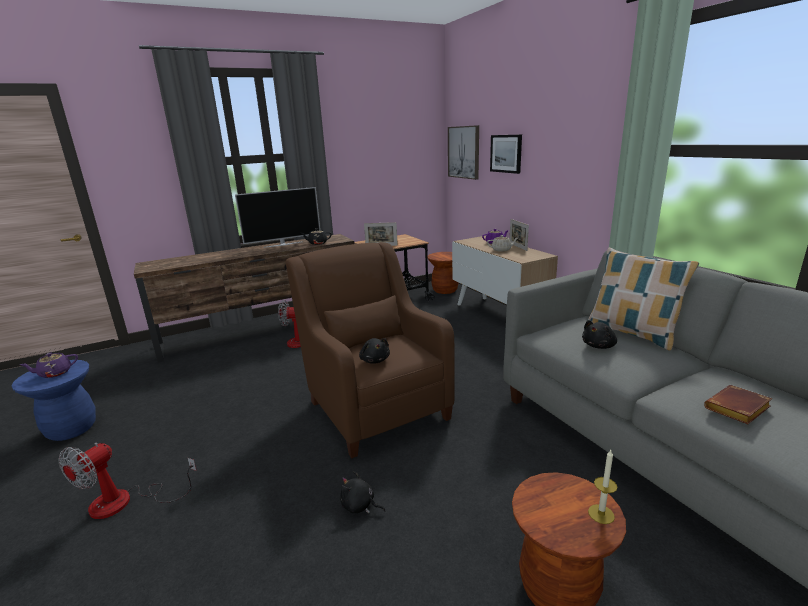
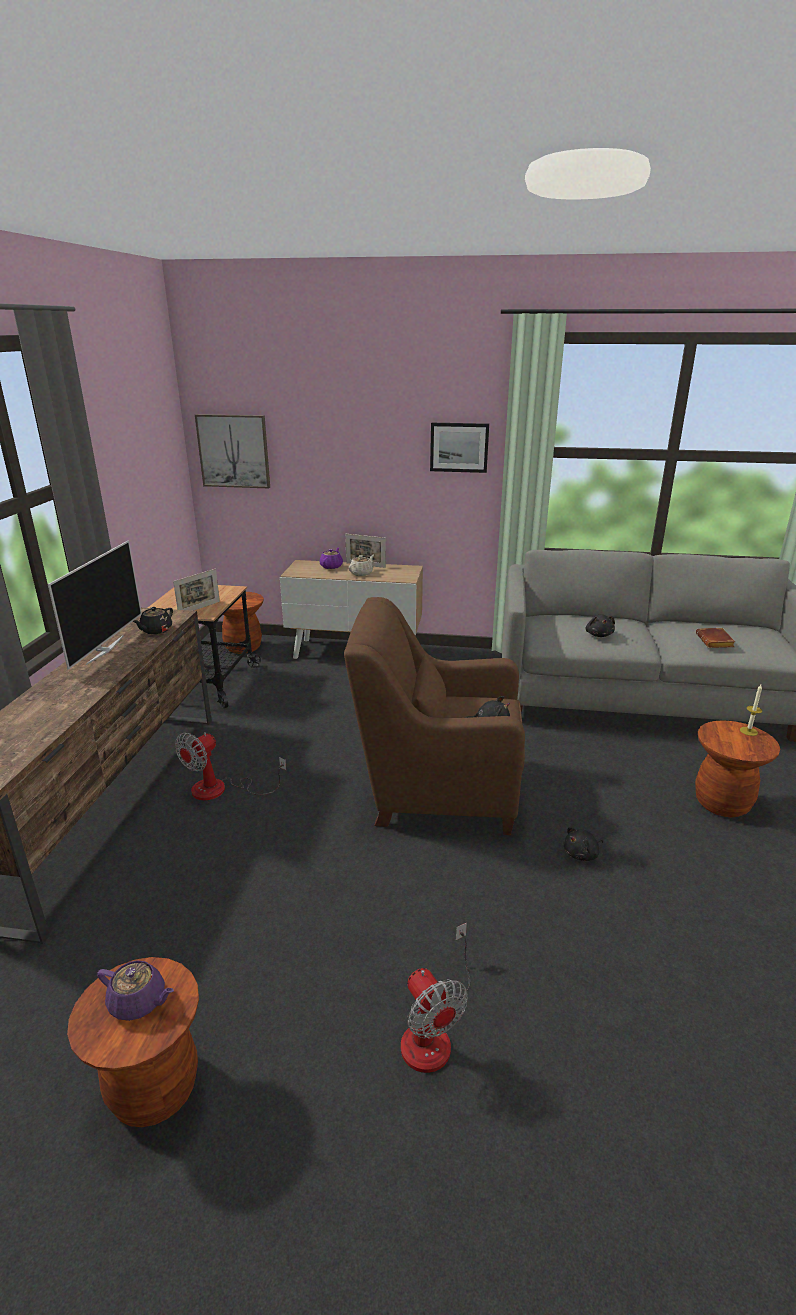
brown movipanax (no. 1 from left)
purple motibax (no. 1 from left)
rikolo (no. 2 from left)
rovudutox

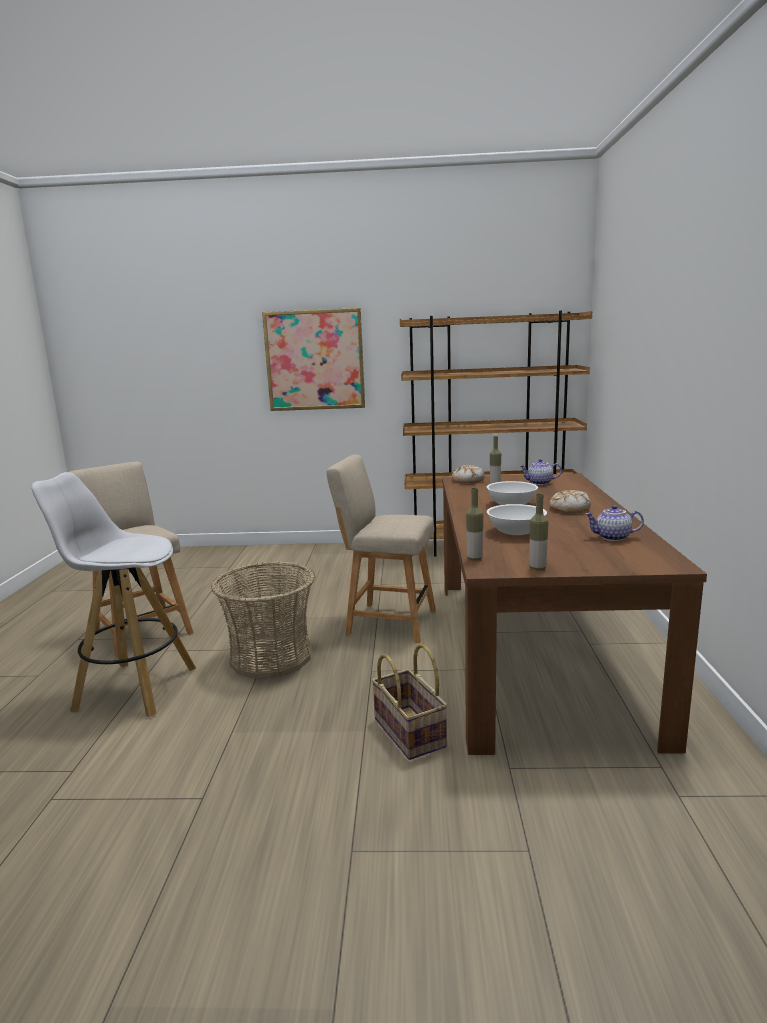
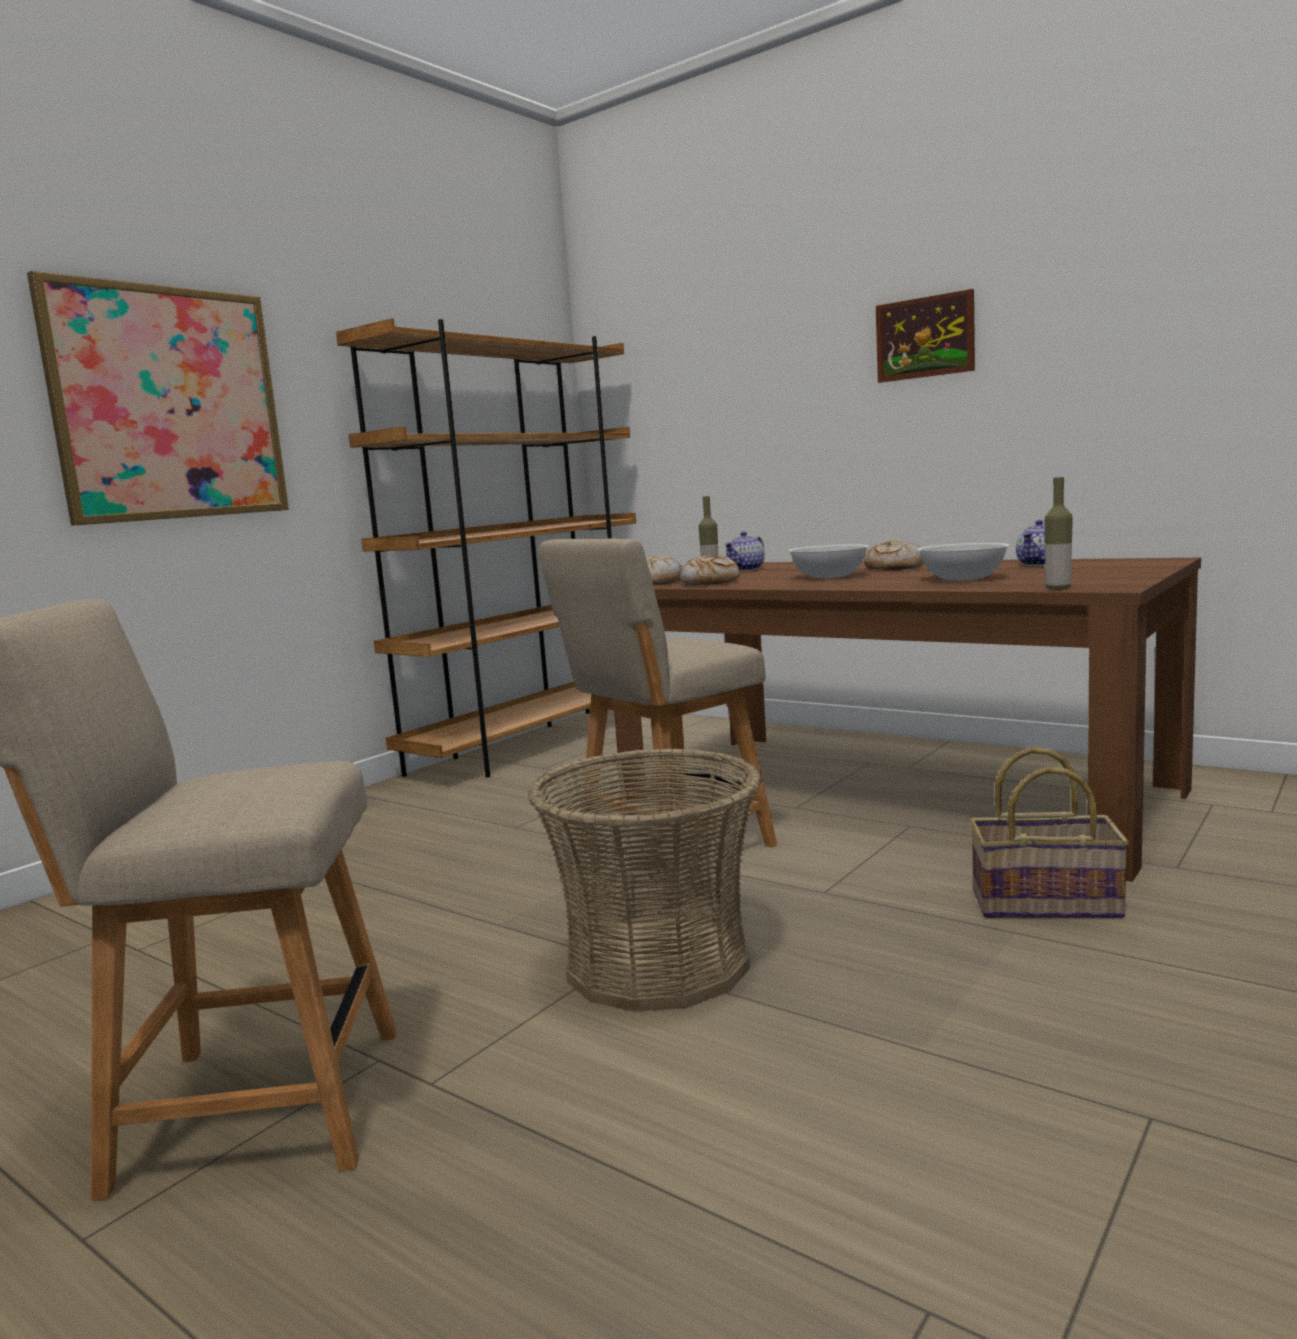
white movipanax
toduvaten (no. 3 from left in the first image)
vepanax (no. 2 from left)
rikolo (no. 2 from left)

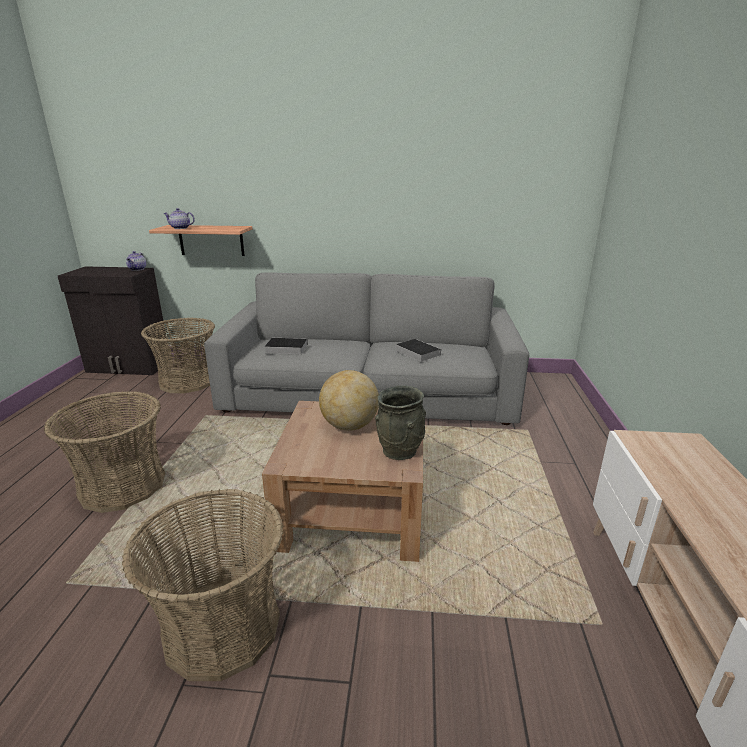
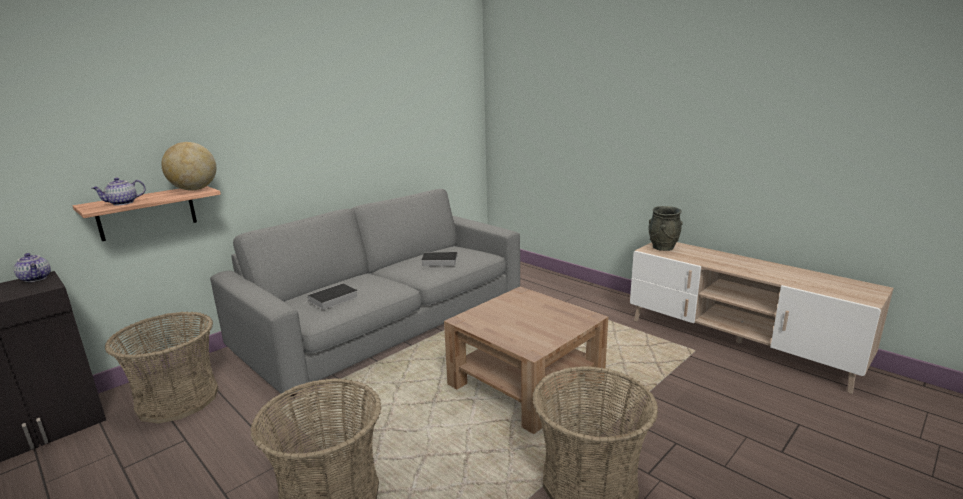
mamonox
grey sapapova

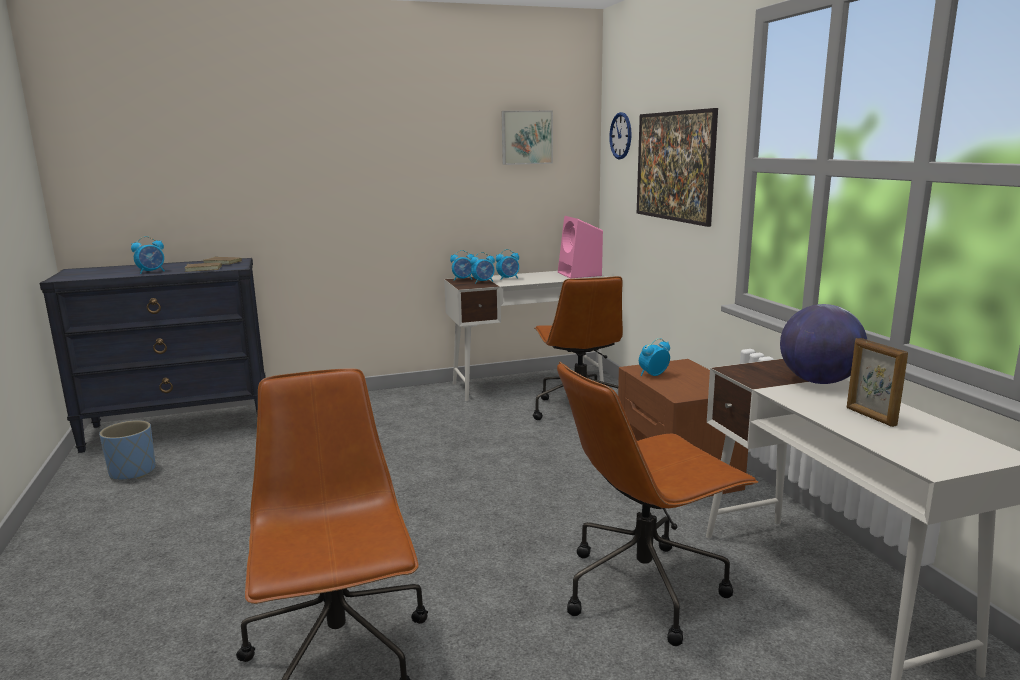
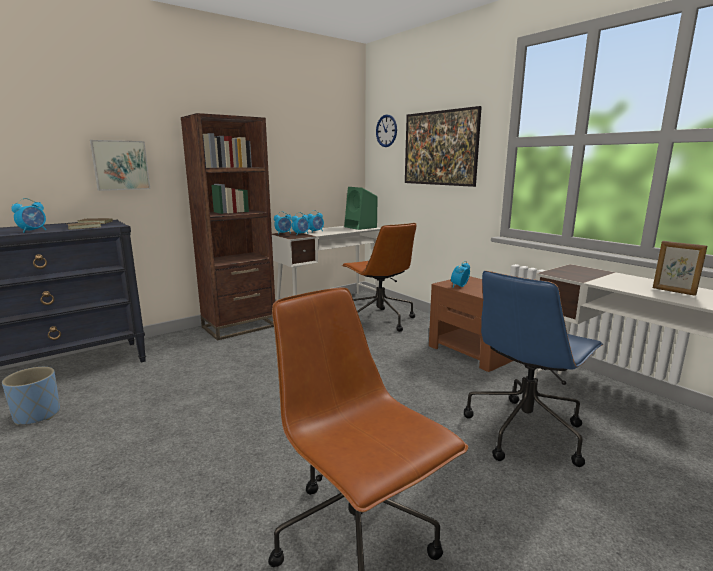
rikolo (no. 1 from left)
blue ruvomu
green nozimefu
mamonox
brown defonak

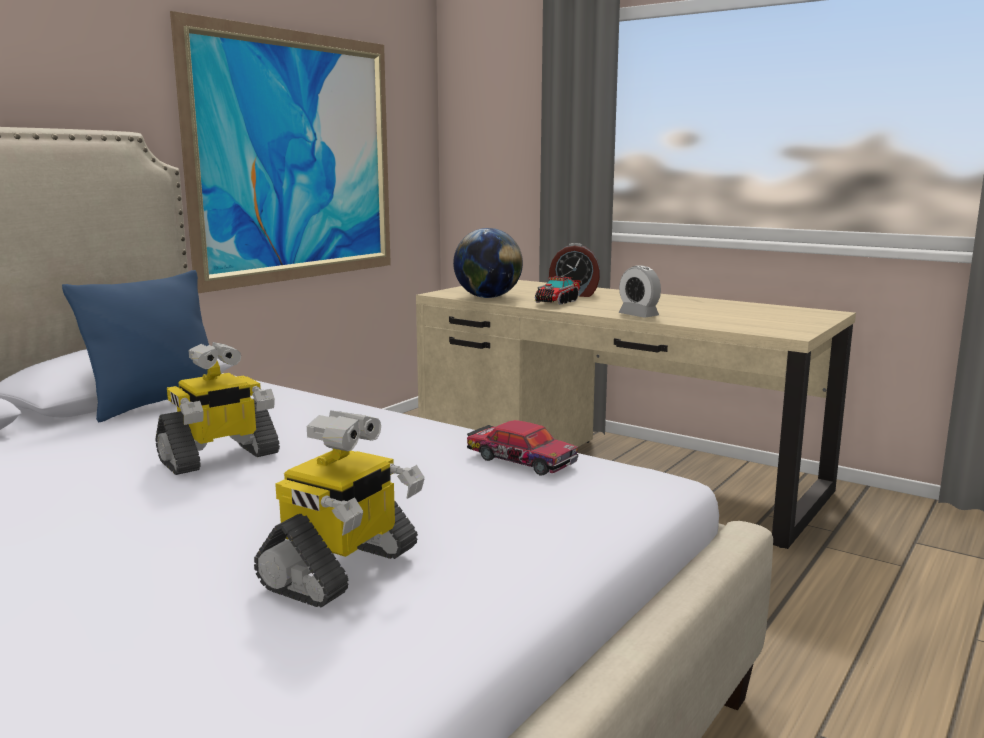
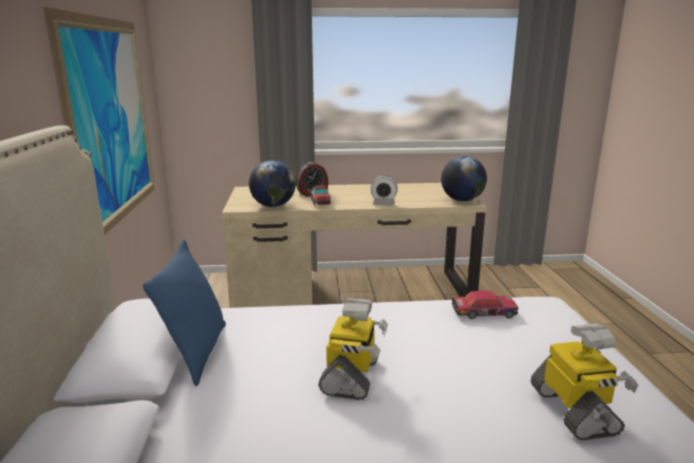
mamonox (no. 2 from left)

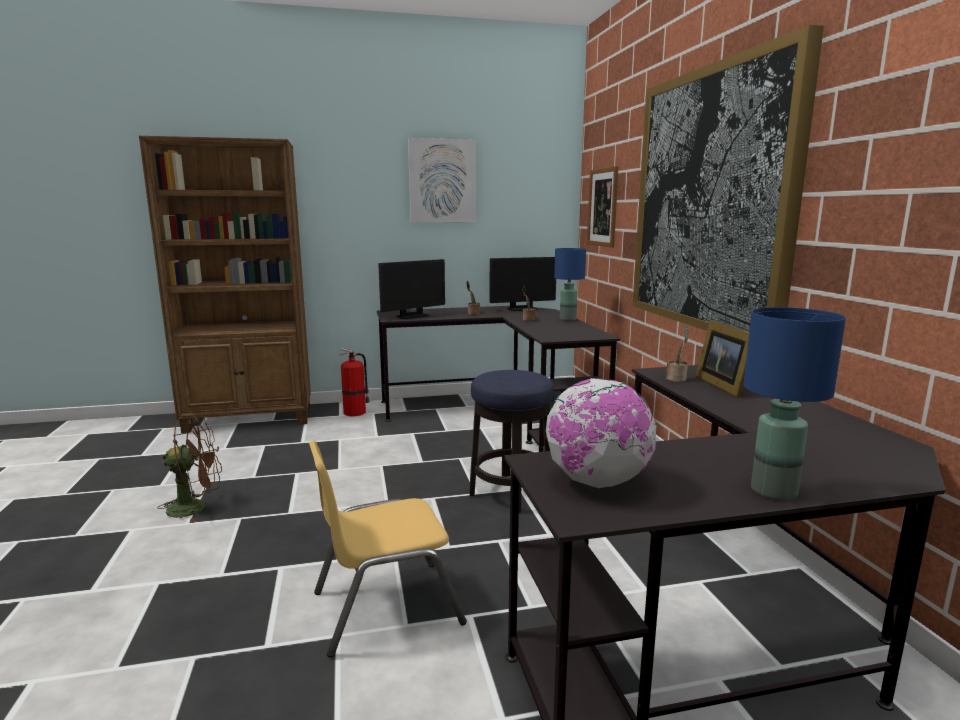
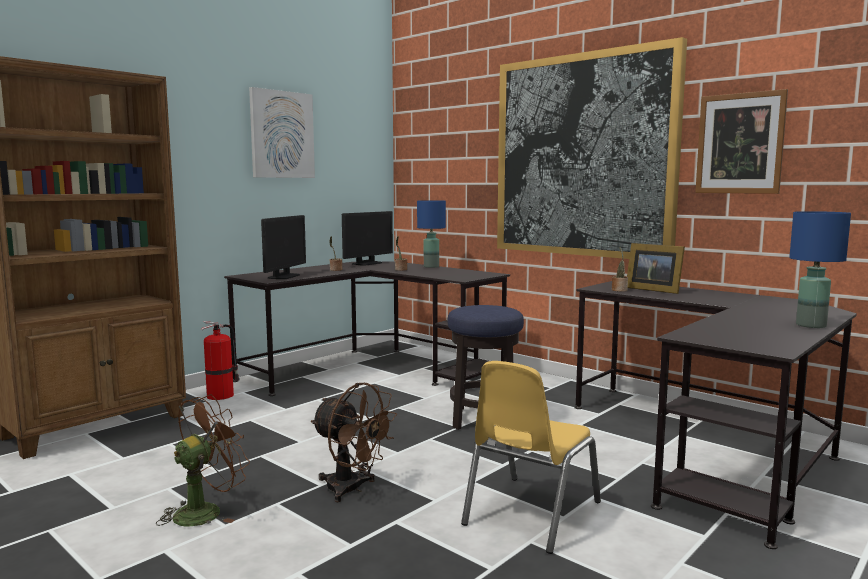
mamonox
rikolo (no. 3 from left)
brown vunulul (no. 2 from left)

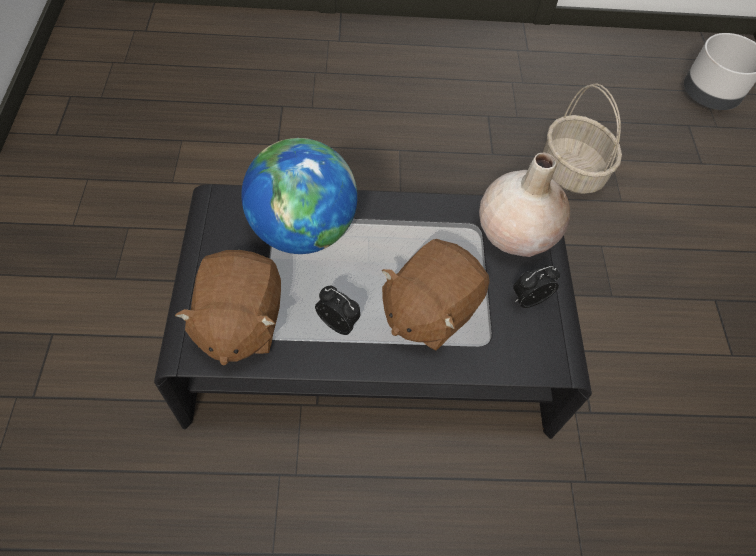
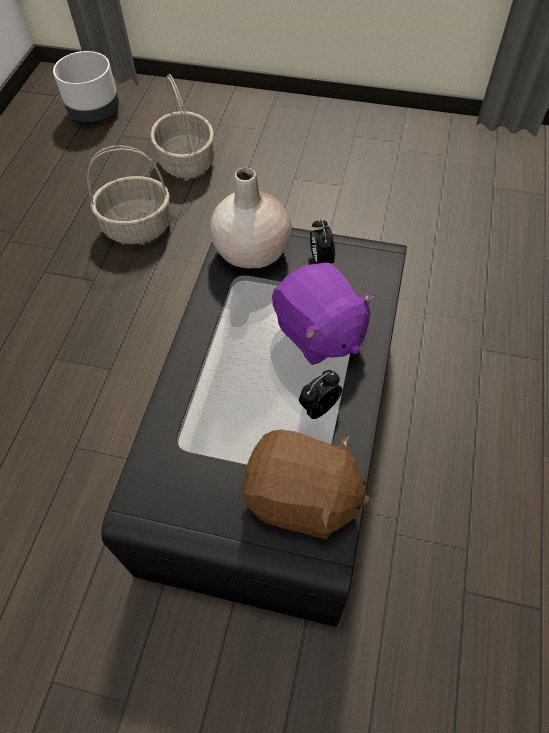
mamonox
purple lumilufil
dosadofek (no. 2 from left)

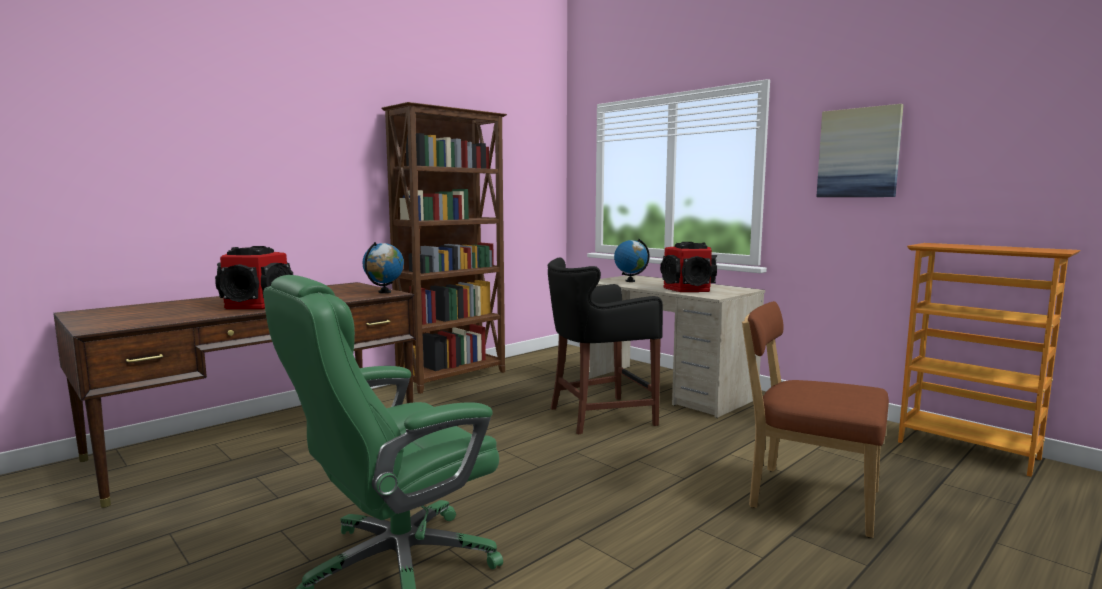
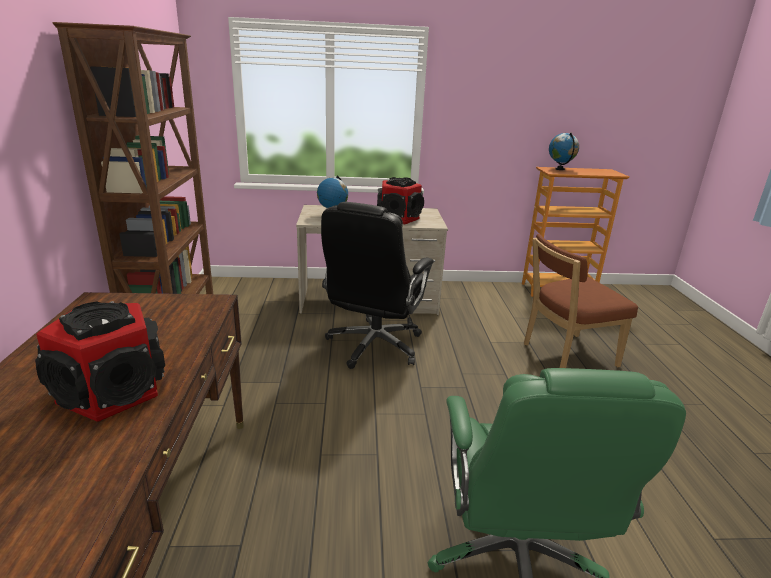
mamonox (no. 2 from left)
black ruvomu
rikolo

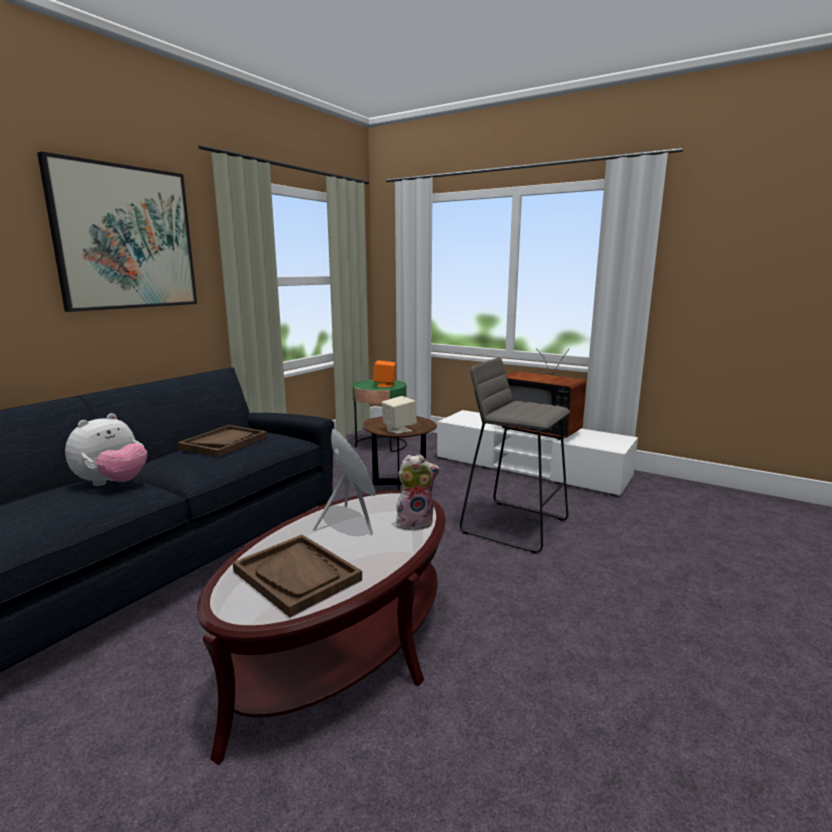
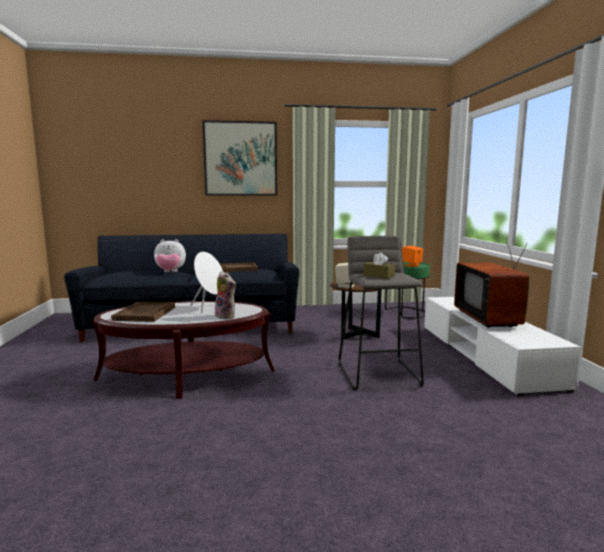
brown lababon

